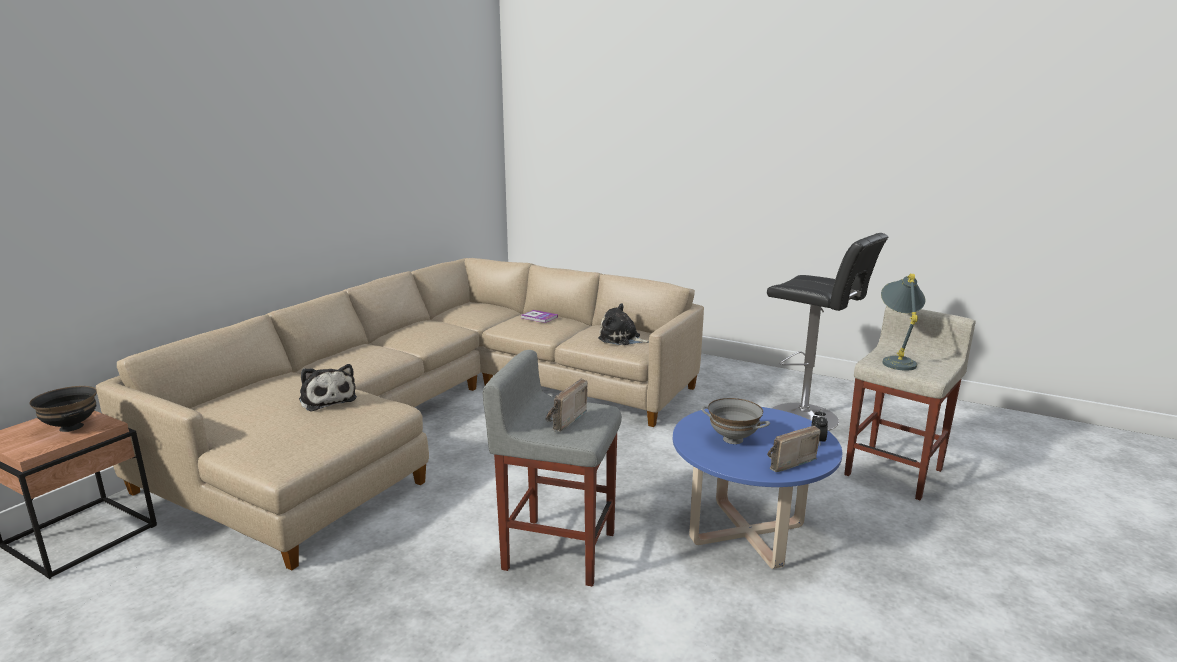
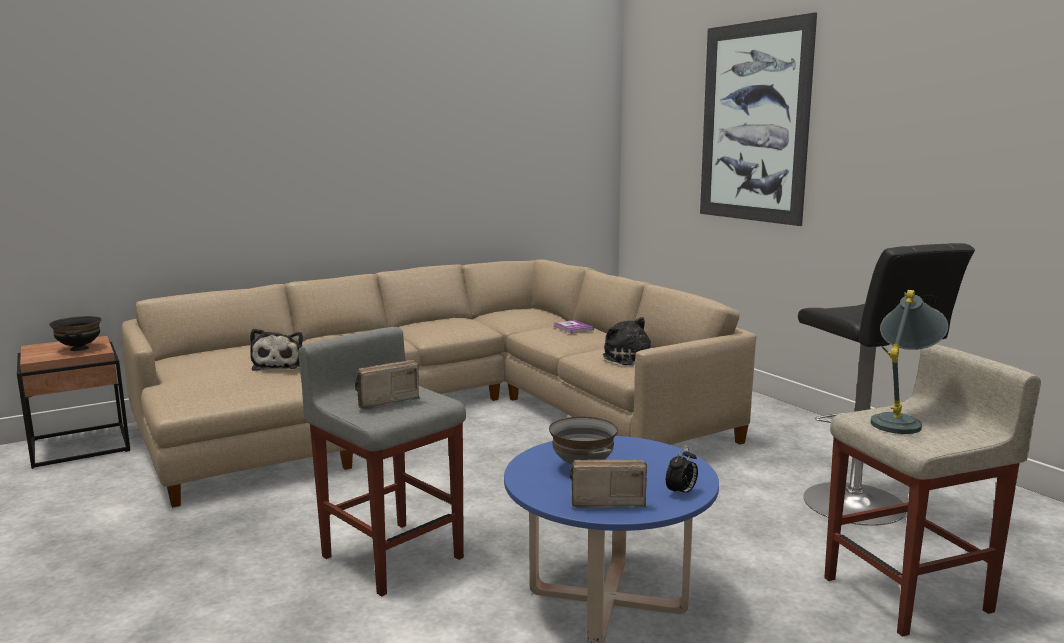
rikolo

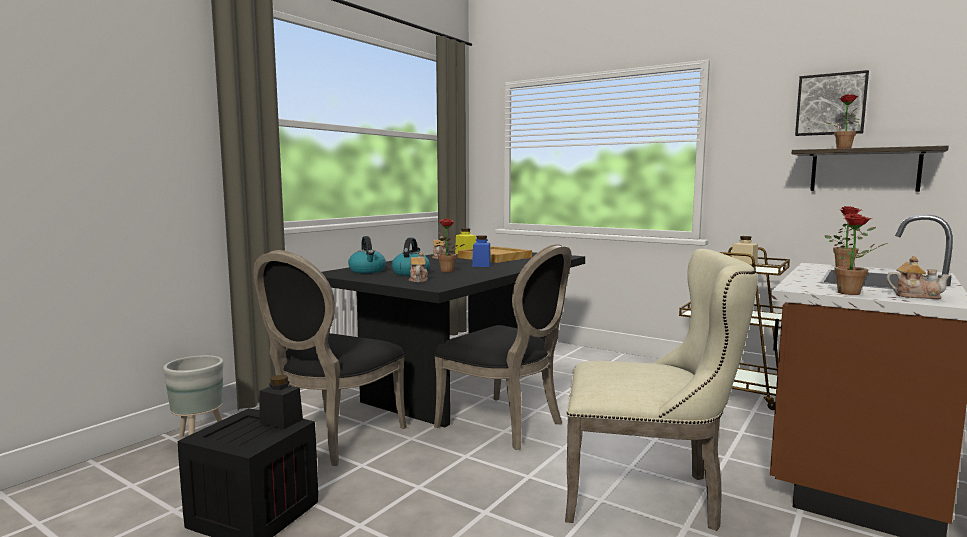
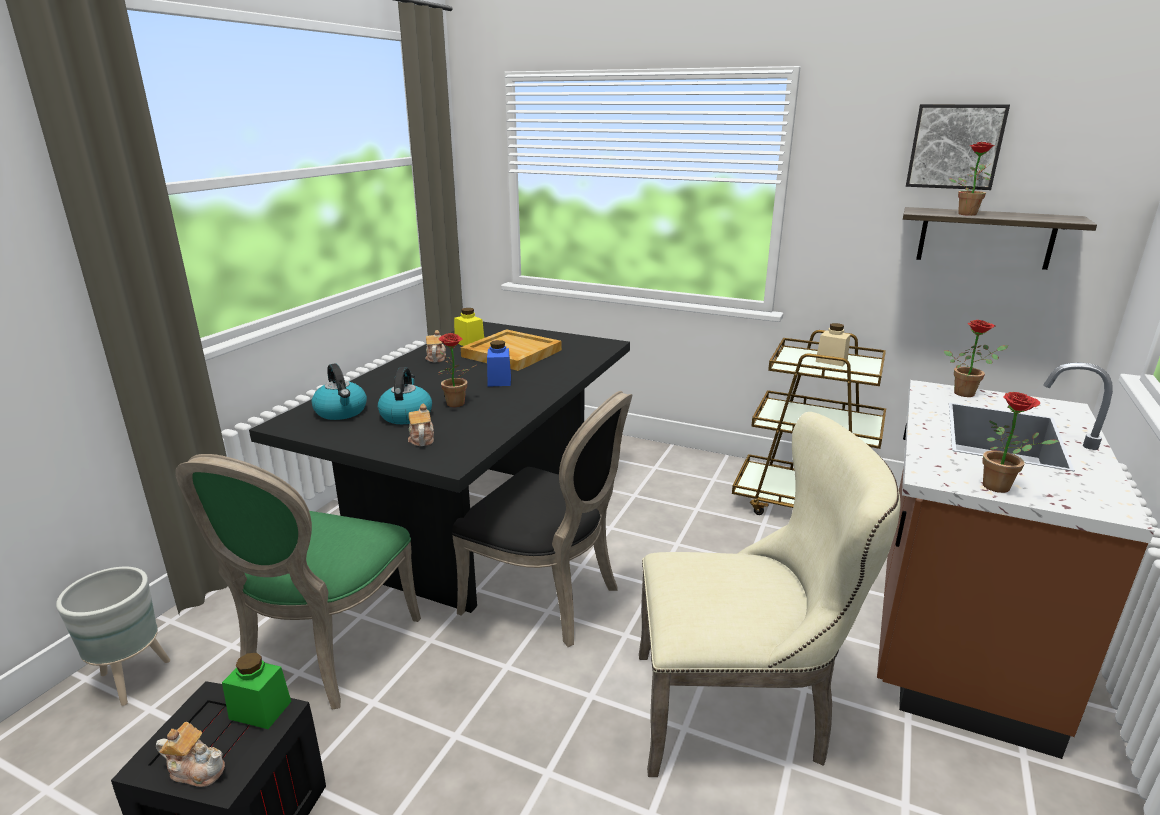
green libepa
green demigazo
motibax (no. 1 from left)

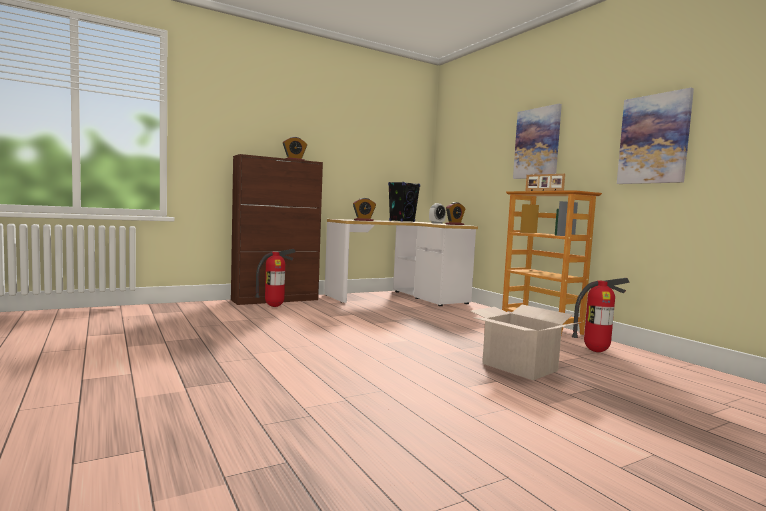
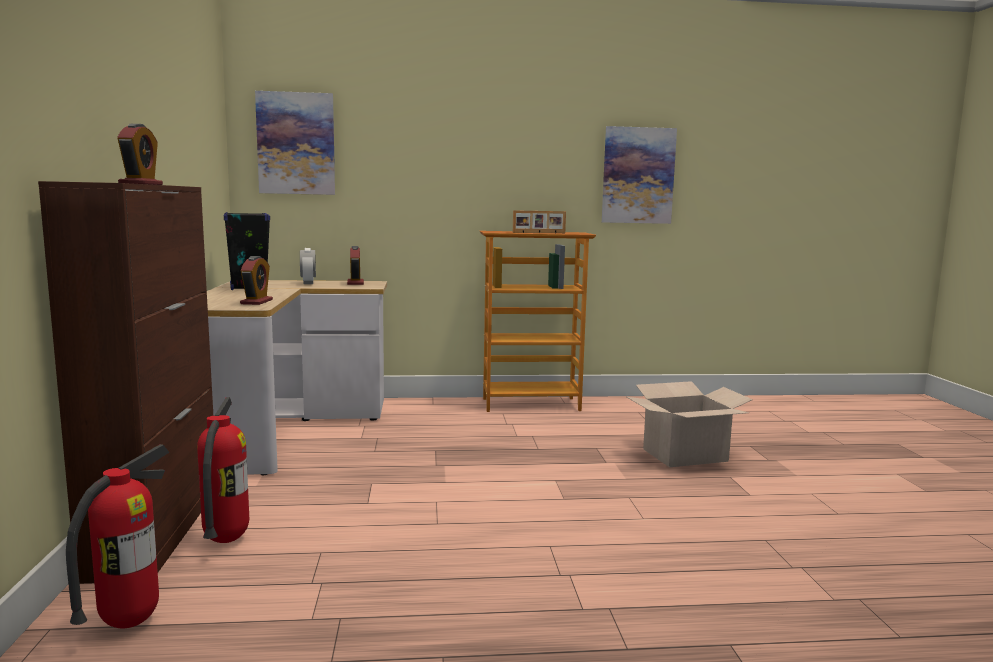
rikolo (no. 1 from left)
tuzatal (no. 1 from left)

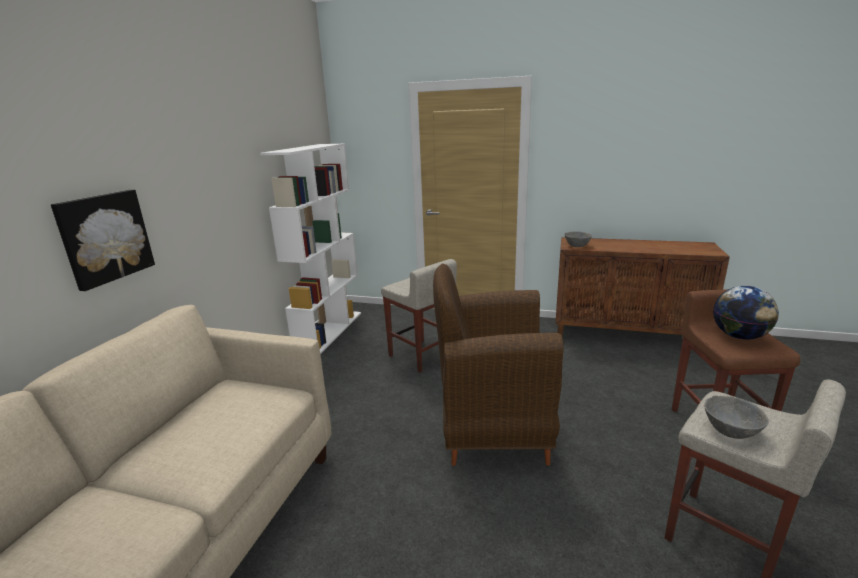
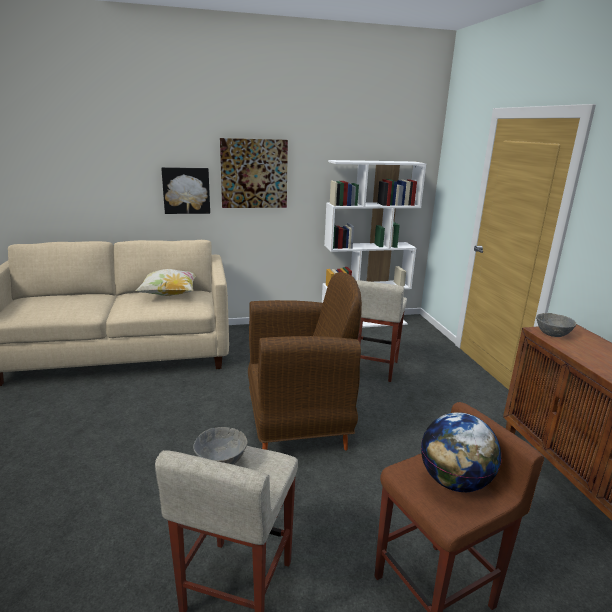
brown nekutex
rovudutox
rikolo (no. 2 from left)

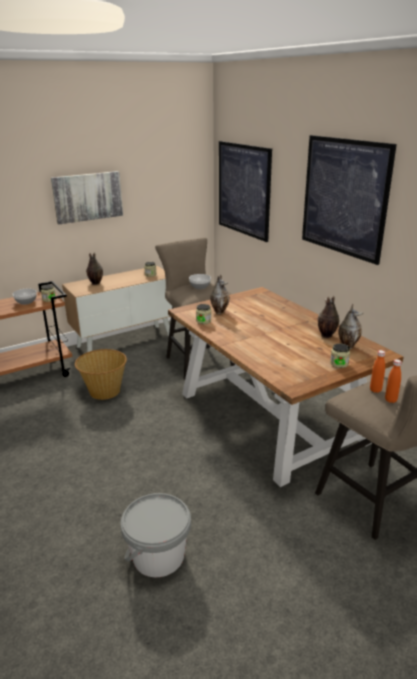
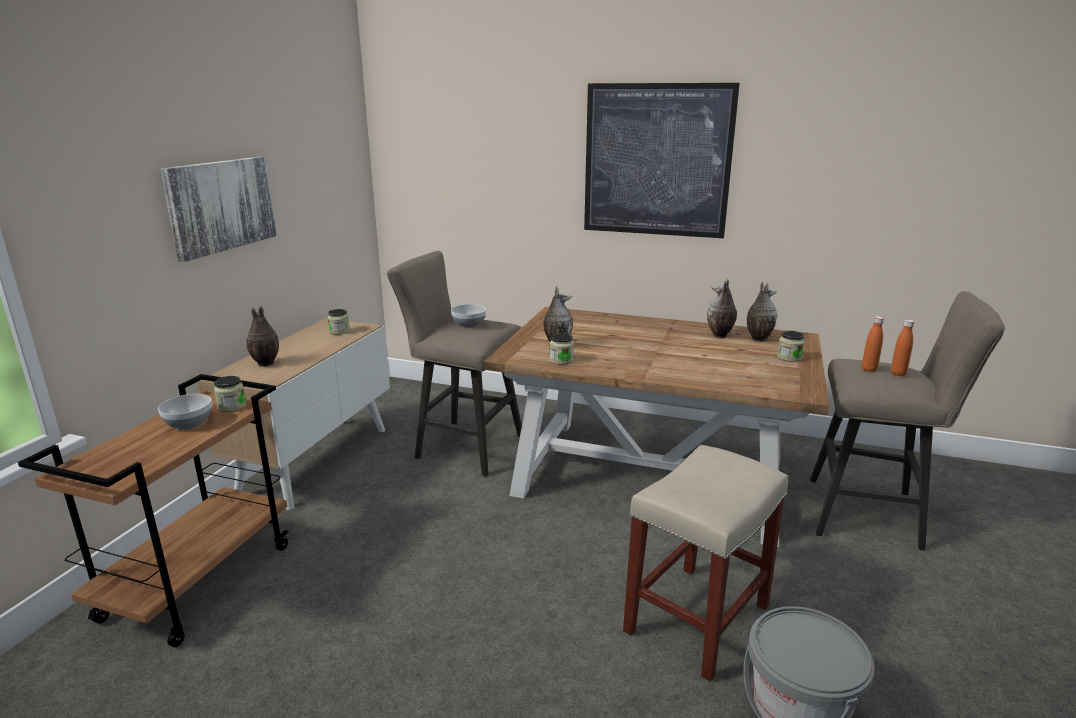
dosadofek
rikolo (no. 2 from left in the first image)
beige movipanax (no. 2 from left)

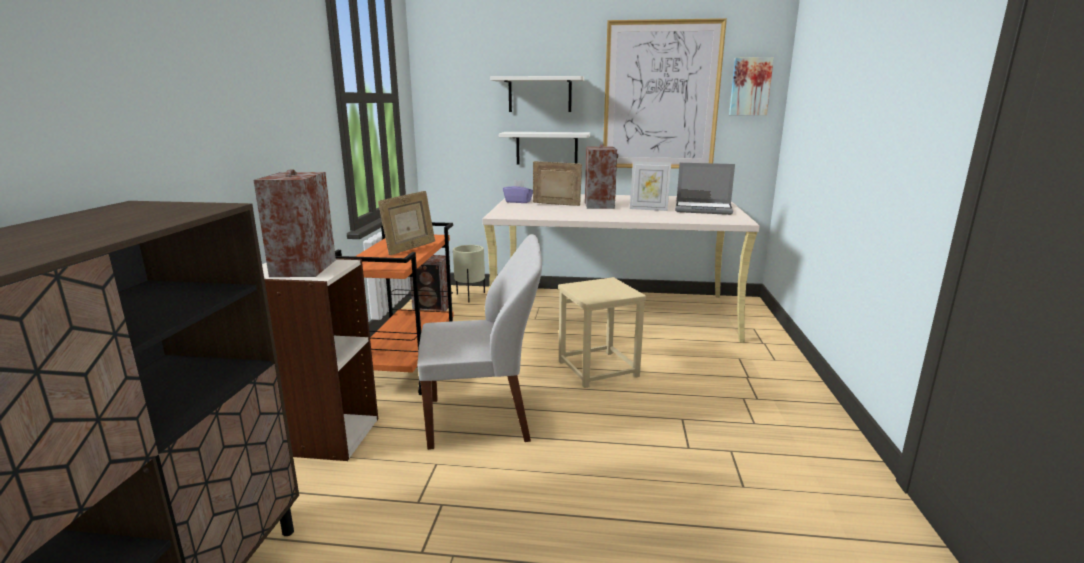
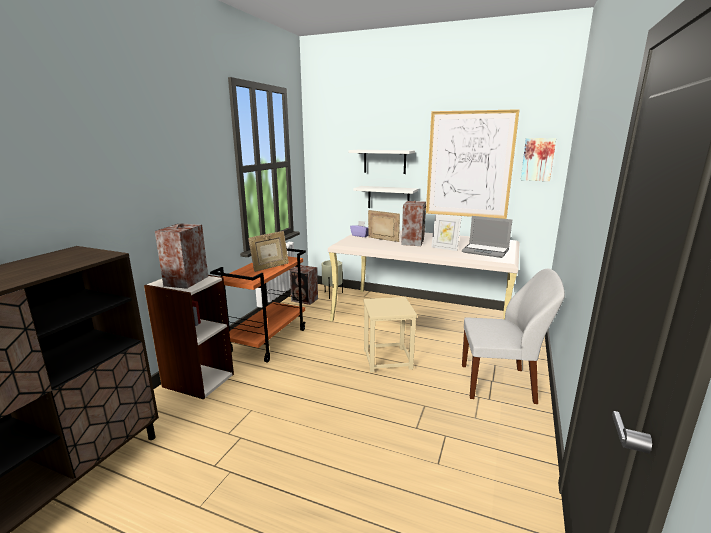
white libepa

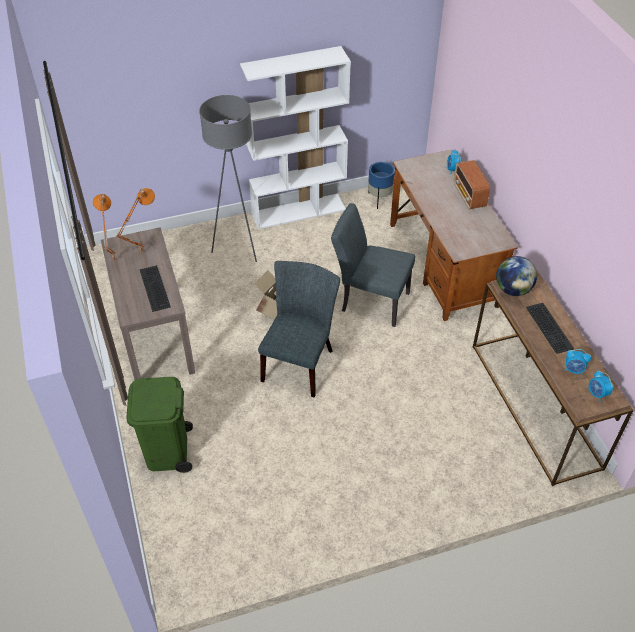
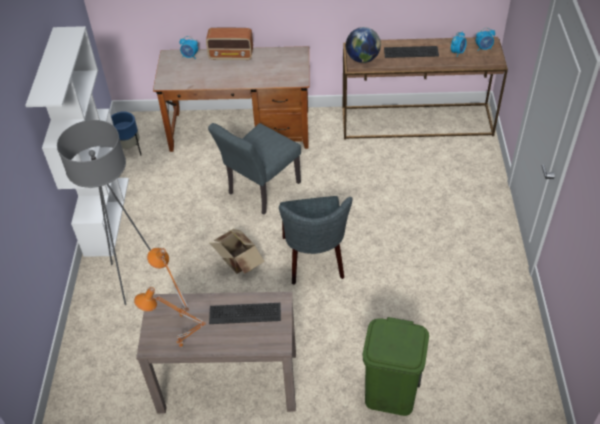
grey libepa (no. 2 from left)

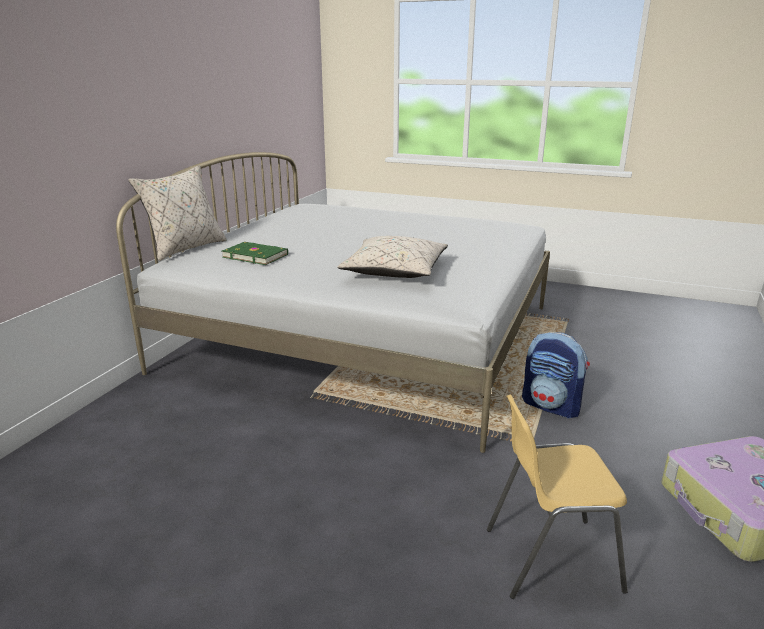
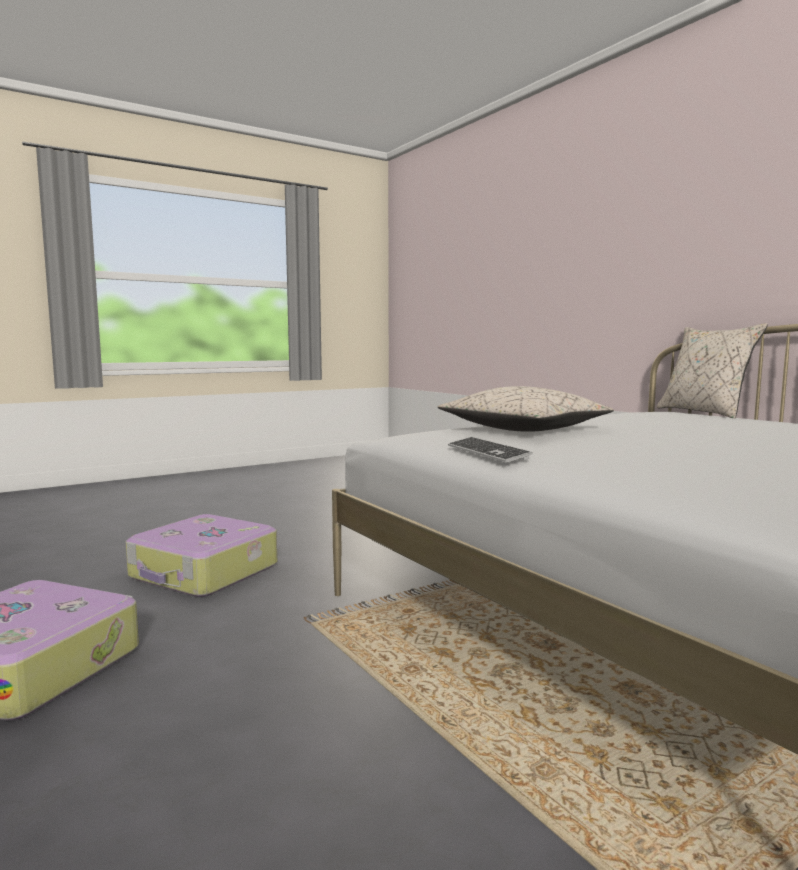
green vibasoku
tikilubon (no. 2 from left)
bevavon
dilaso

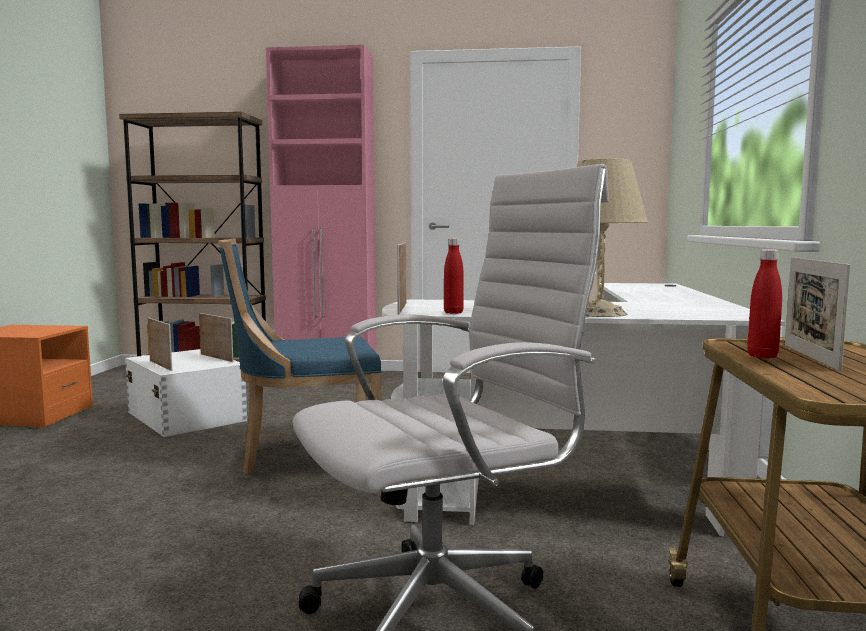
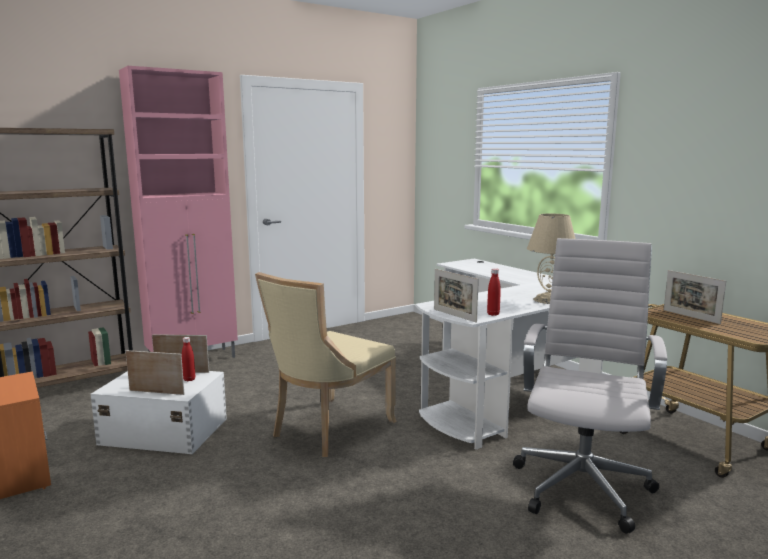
beige libepa
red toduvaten (no. 1 from left)

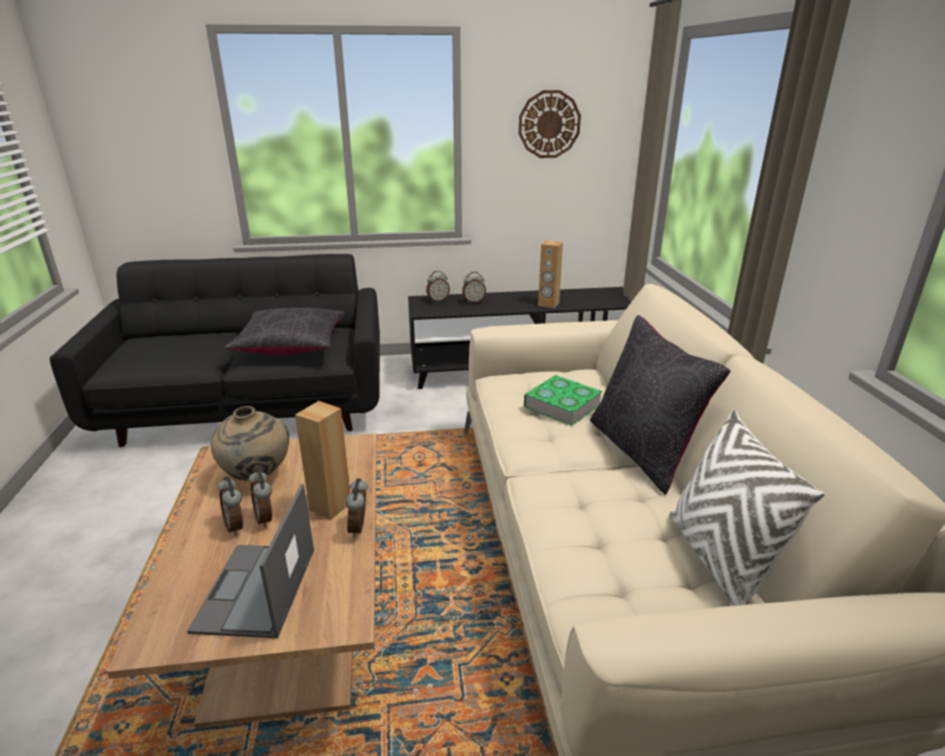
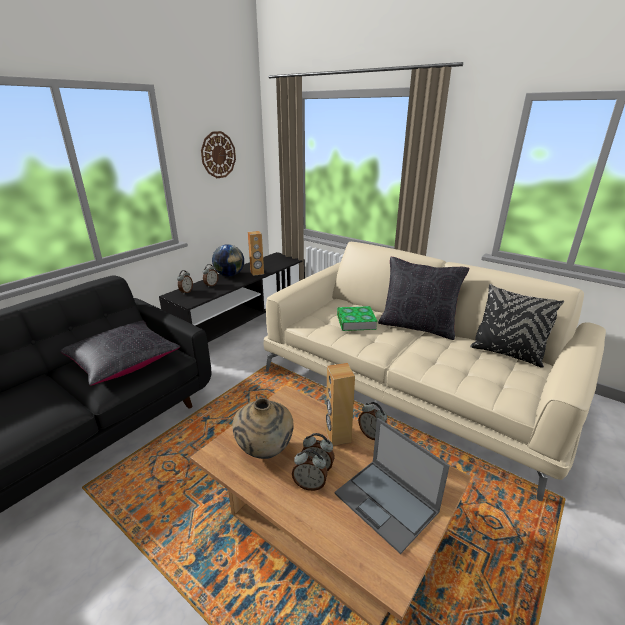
black rovudutox (no. 3 from left)
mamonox

